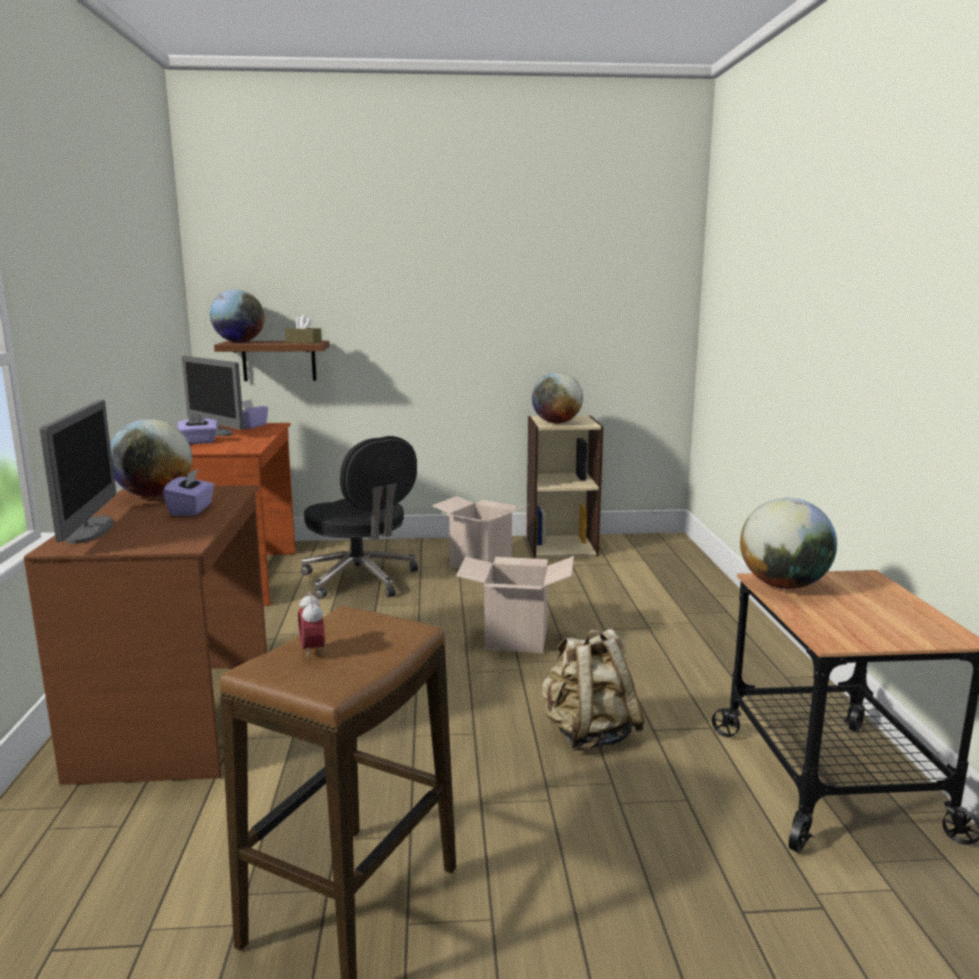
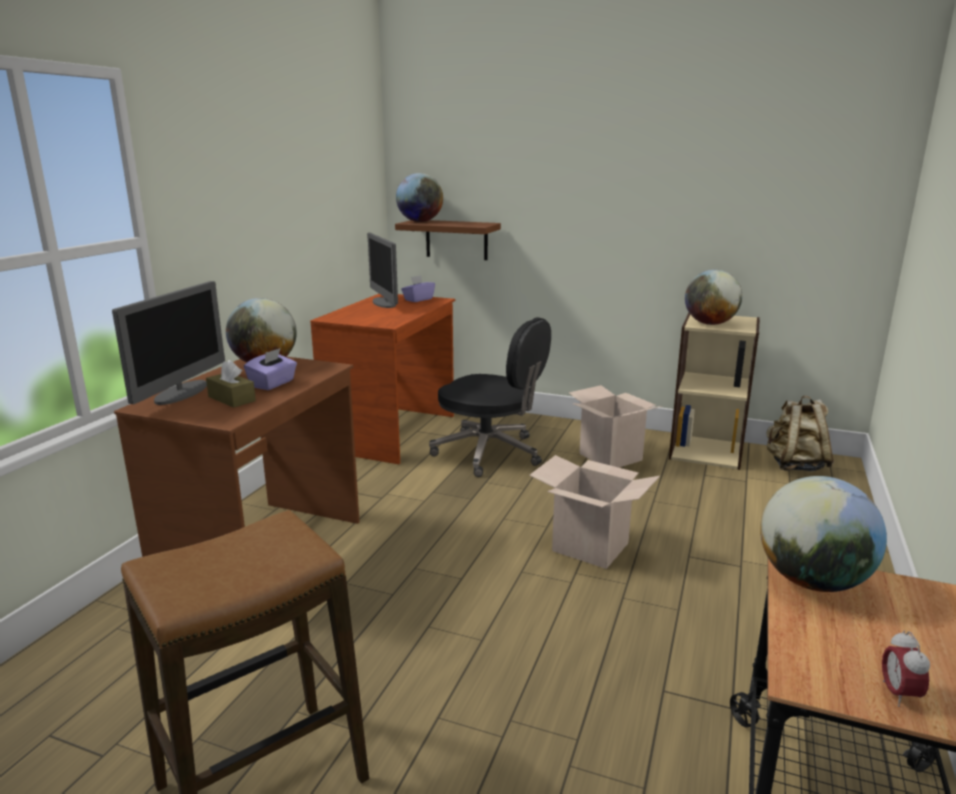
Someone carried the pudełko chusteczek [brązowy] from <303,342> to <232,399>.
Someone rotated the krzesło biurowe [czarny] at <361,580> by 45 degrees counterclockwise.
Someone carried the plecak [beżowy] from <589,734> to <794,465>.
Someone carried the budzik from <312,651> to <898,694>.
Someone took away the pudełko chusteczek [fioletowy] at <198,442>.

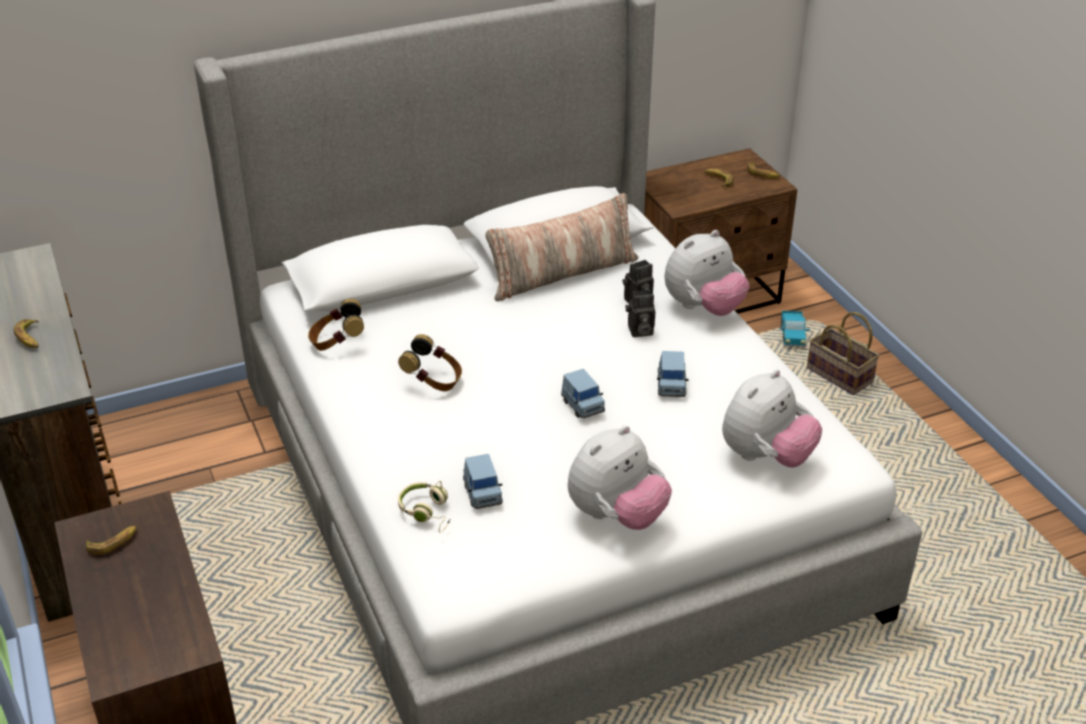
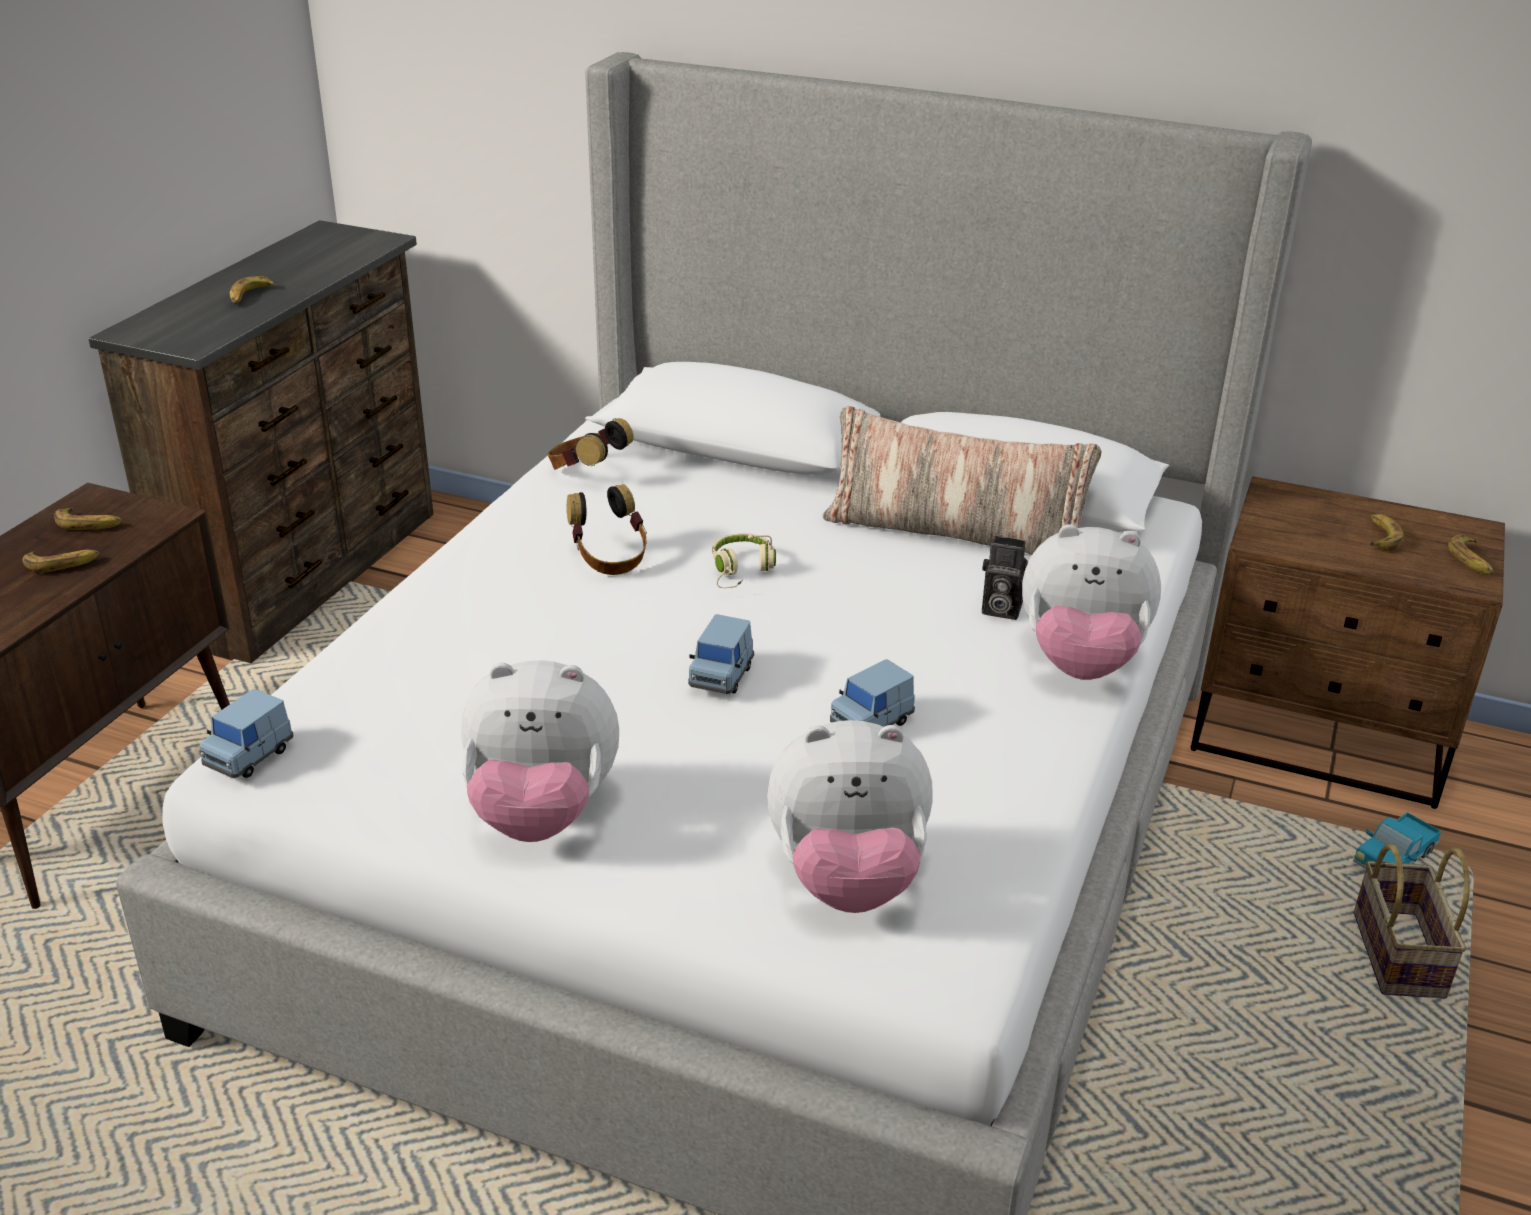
Someone put down the banan at <62,564>.
Someone carried the samochodzik [niebieski] from <483,494> to <249,756>.
Someone carried the słuchawki [beżowy] from <427,512> to <741,570>.
Someone took away the aparat fotograficzny at <639,331>.

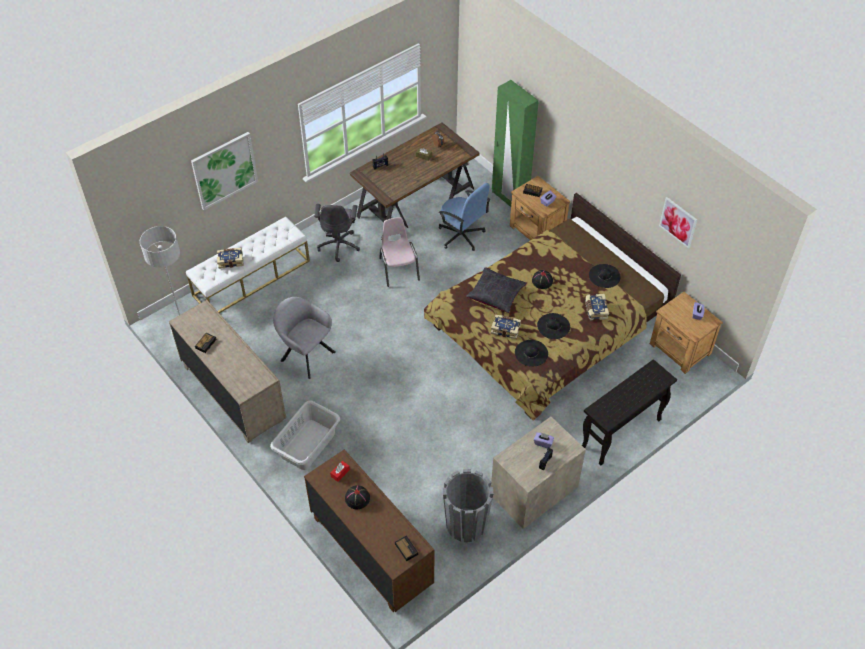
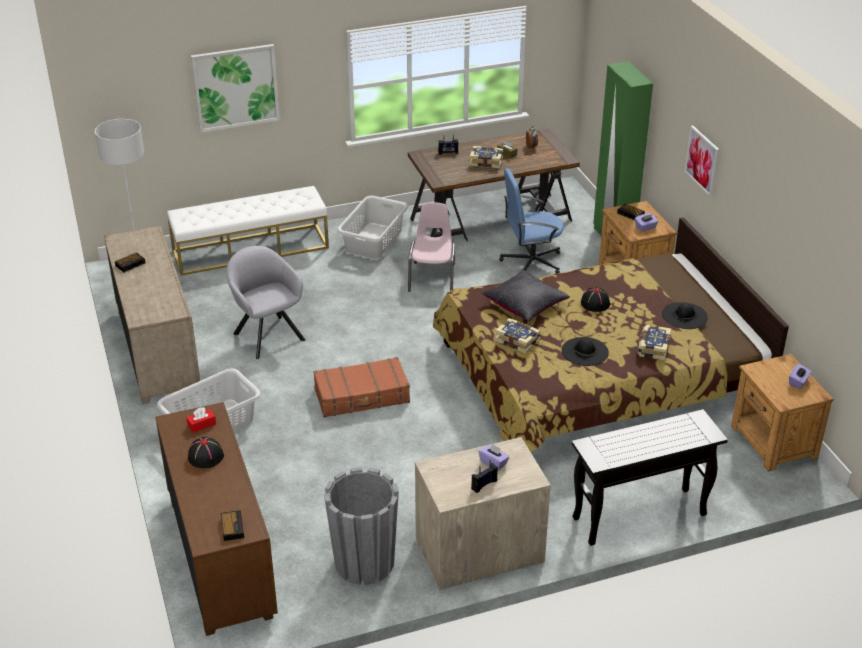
Someone put down the walizka [brązowy] at <362,396>.
Someone swapped the krzesło biurowe [szary] at <339,245> for the kosz na pranie [szary] at <373,241>.
Someone carried the książka from <230,260> to <486,162>.
Someone rotated the krzesło biurowe [niebieski] at <461,236> by 105 degrees clockwise.
Someone carried the obraz from <678,222> to <702,160>.
Someone took away the kapelusz [czarny] at <531,353>.

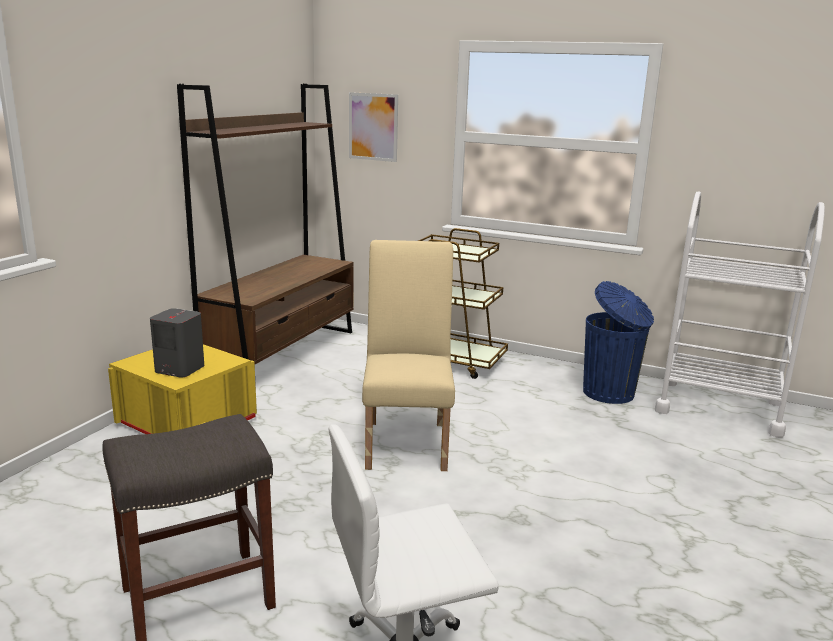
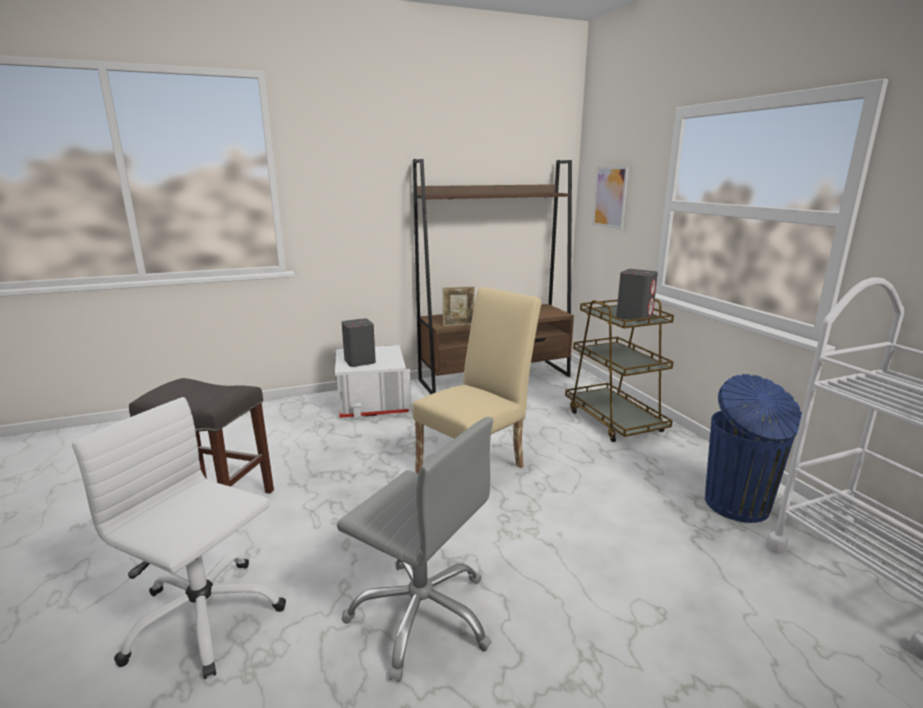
Someone repainted the pojemnik do przechowywania [żółty] at <187,422>, which became the pojemnik do przechowywania [biały] at <373,402>.
Someone put down the krzesło biurowe [szary] at <422,615>.
Someone put down the ramka na zdjęcie at <458,325>.
Someone put down the głośnik [szary] at <634,317>.

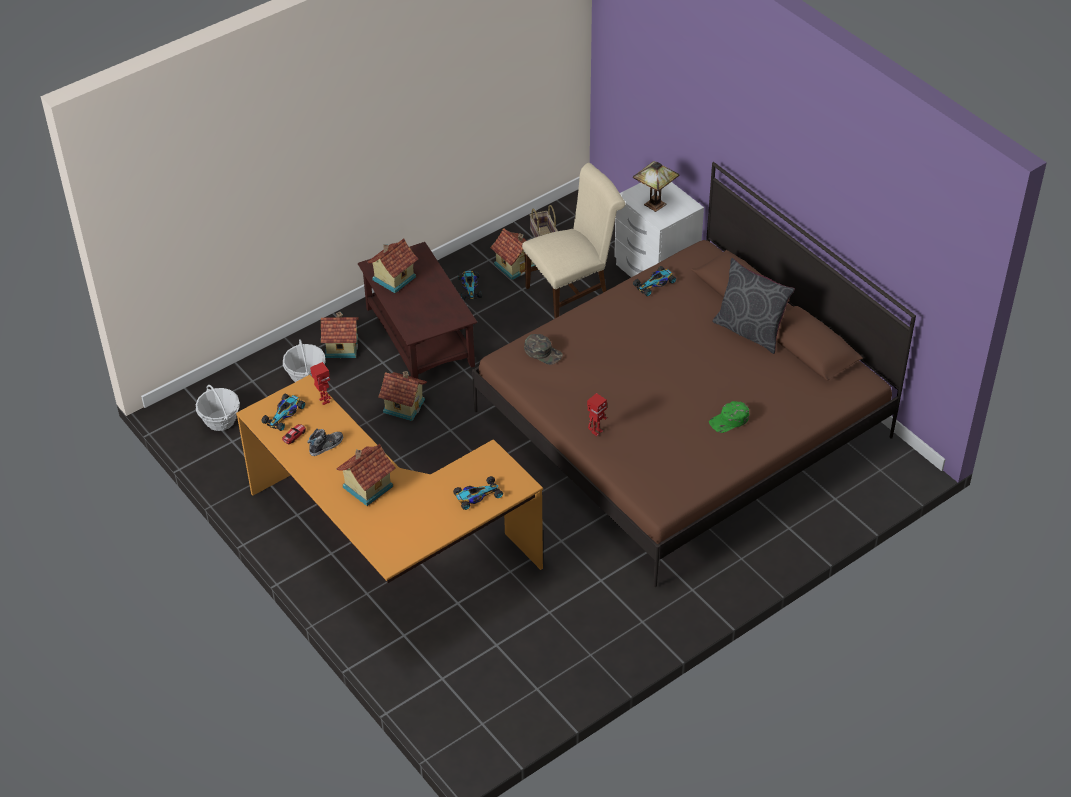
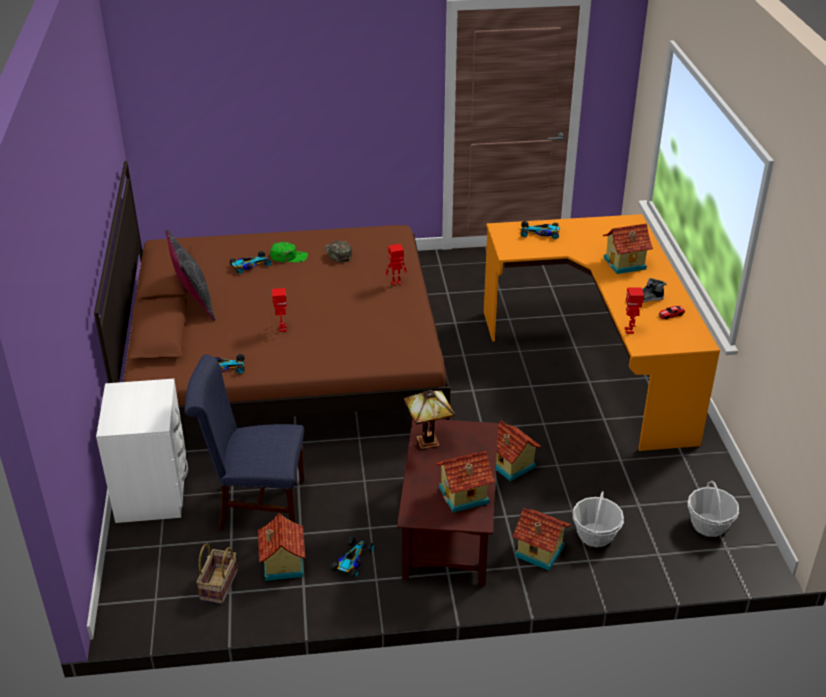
Someone repainted the krzesło [beżowy] at <573,294>, which became the krzesło [niebieski] at <255,505>.
Someone carried the samochodzik from <284,414> to <249,265>.
Someone put down the robot zabawkowy at <282,329>.
Someone carried the czapka z daszkiem [zielony] from <543,352> to <338,253>.
Someone carried the lampa stołowa from <655,206> to <429,441>.

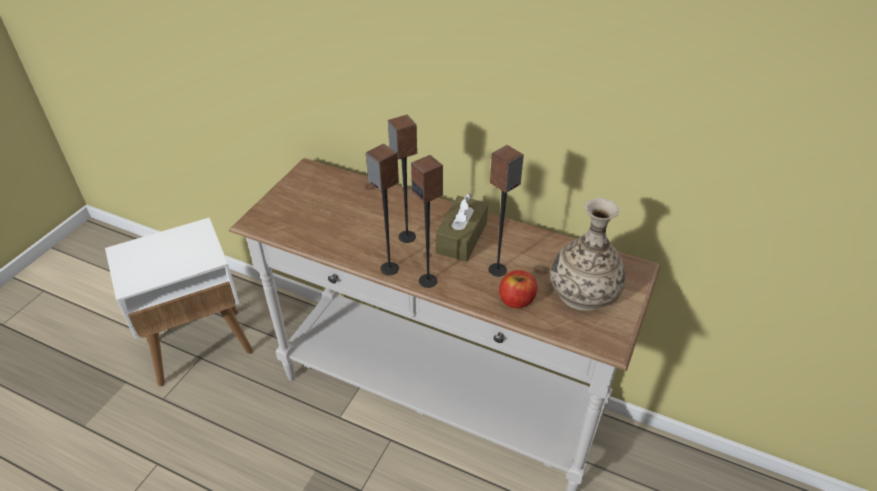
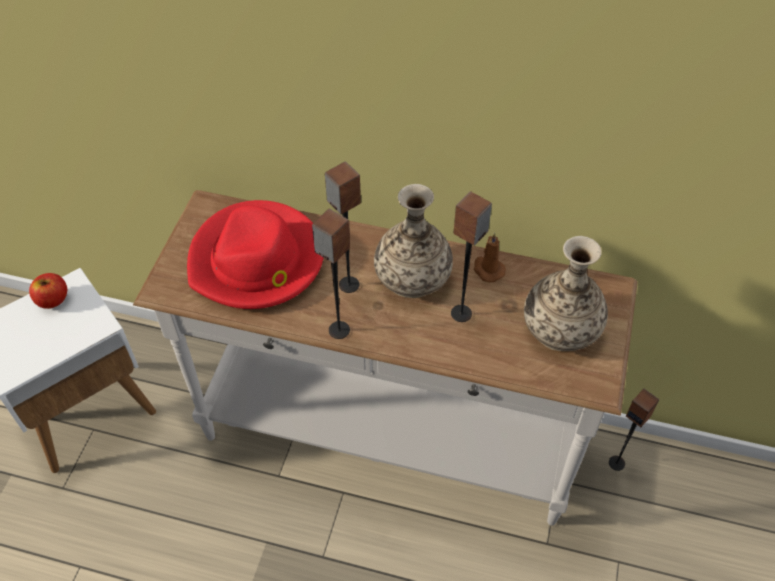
Someone carried the jabłko from <516,300> to <53,299>.
Someone put down the kapelusz [czerwony] at <257,260>.
Someone swapped the pudełko chusteczek [brązowy] at <461,238> for the wazon at <412,277>.
Someone put down the świeca [brązowy] at <488,269>.
Someone carried the głośnik from <428,280> to <617,463>.

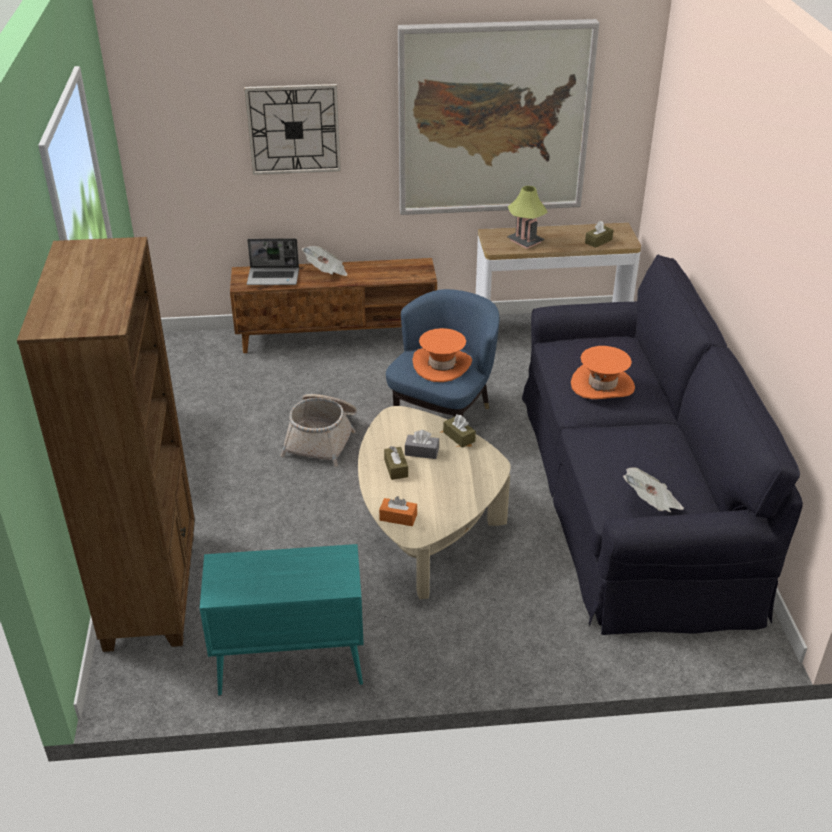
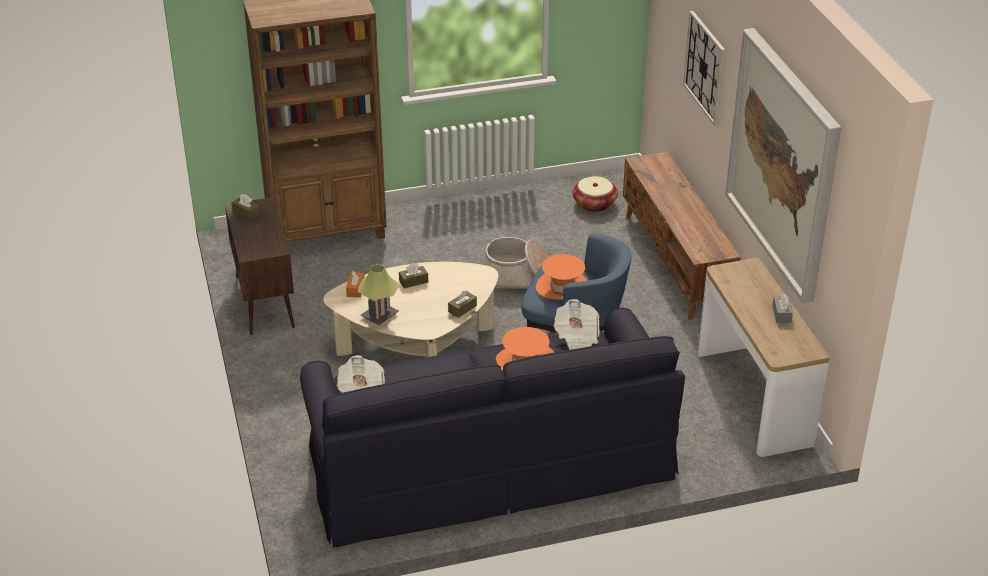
Someone repainted the szafka [turkusowy] at <289,665>, which became the szafka [brązowy] at <264,301>.
Someone carried the pudełko chusteczek [brązowy] from <598,241> to <246,213>.
Someone carried the lampa stołowa from <525,241> to <379,316>.
Someone carried the gazeta from <326,272> to <576,336>.
Someone put down the koszyk at <594,204>.
Someone carried the pudełko chusteczek [szary] from <421,452> to <781,314>.
Someone took away the laptop at <274,277>.

